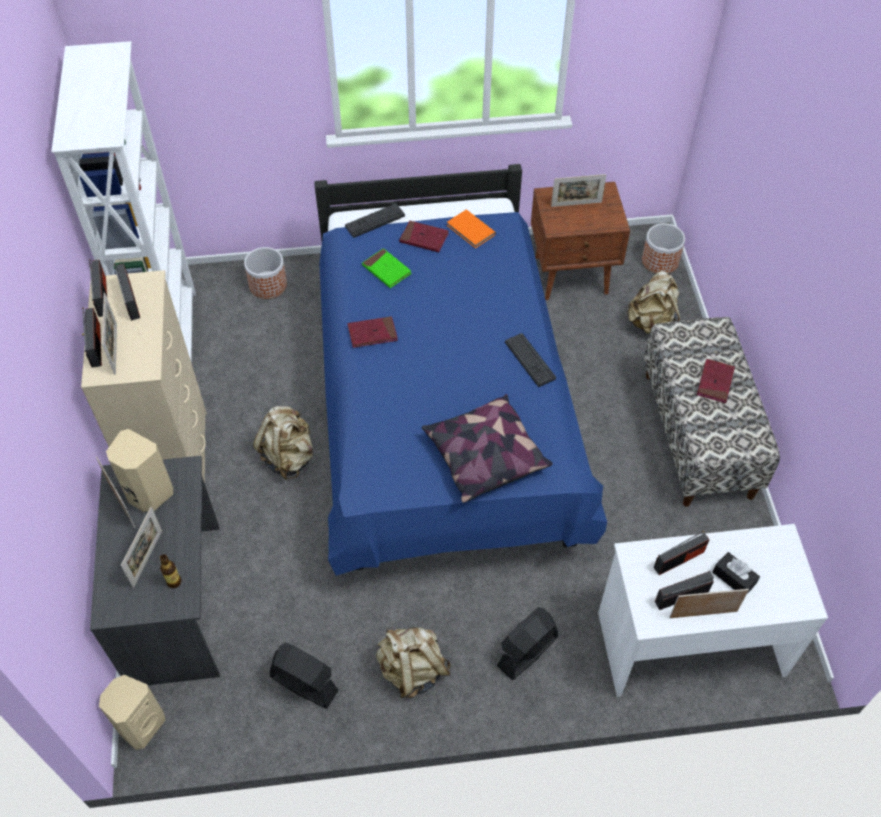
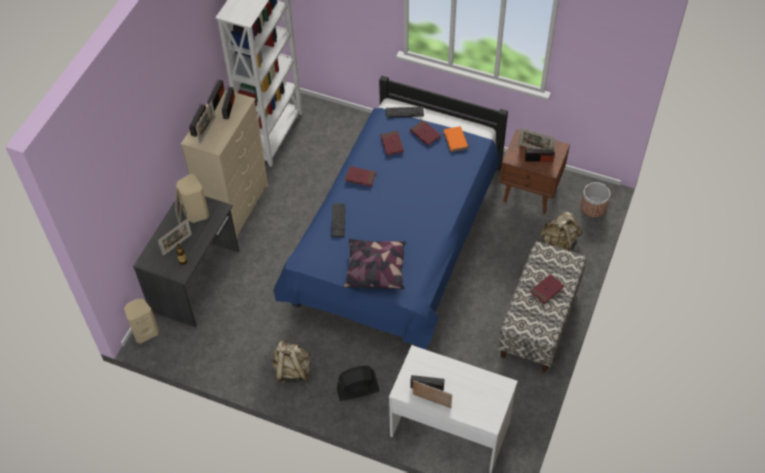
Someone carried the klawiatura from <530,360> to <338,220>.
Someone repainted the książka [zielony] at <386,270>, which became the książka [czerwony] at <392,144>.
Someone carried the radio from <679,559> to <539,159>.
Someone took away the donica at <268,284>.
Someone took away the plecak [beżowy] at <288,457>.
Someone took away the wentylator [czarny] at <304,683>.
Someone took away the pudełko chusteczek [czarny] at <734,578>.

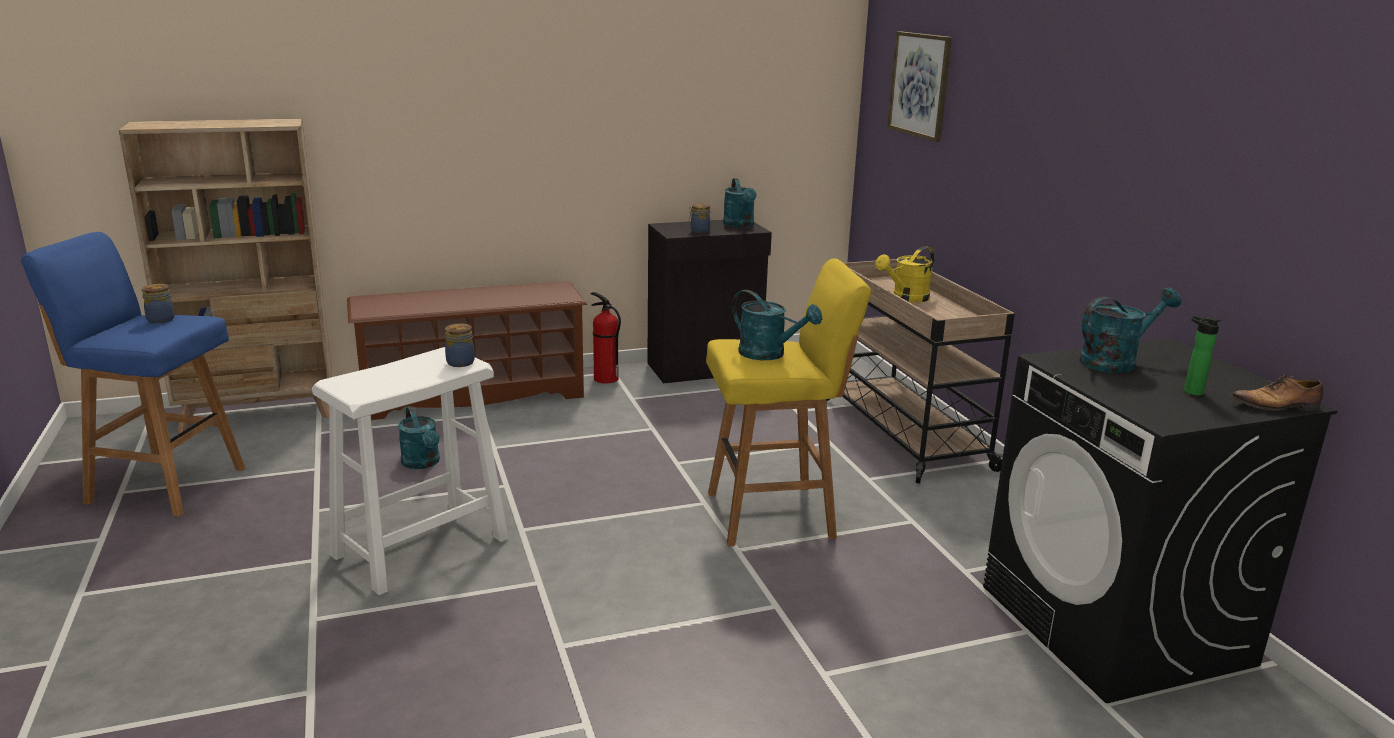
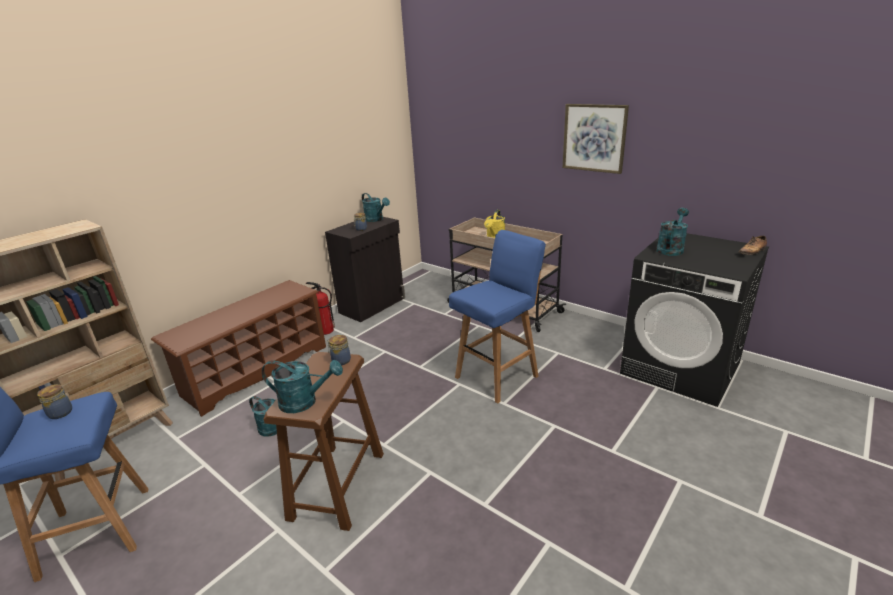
Someone carried the konewka [turkusowy] from <769,354> to <305,402>.
Someone repainted the stołek [biały] at <421,547>, which became the stołek [brązowy] at <338,484>.
Someone repainted the stołek [żółty] at <774,515>, which became the stołek [niebieski] at <498,376>.
Someone carried the obraz from <920,85> to <594,138>.
Someone took away the butelka at <1190,391>.

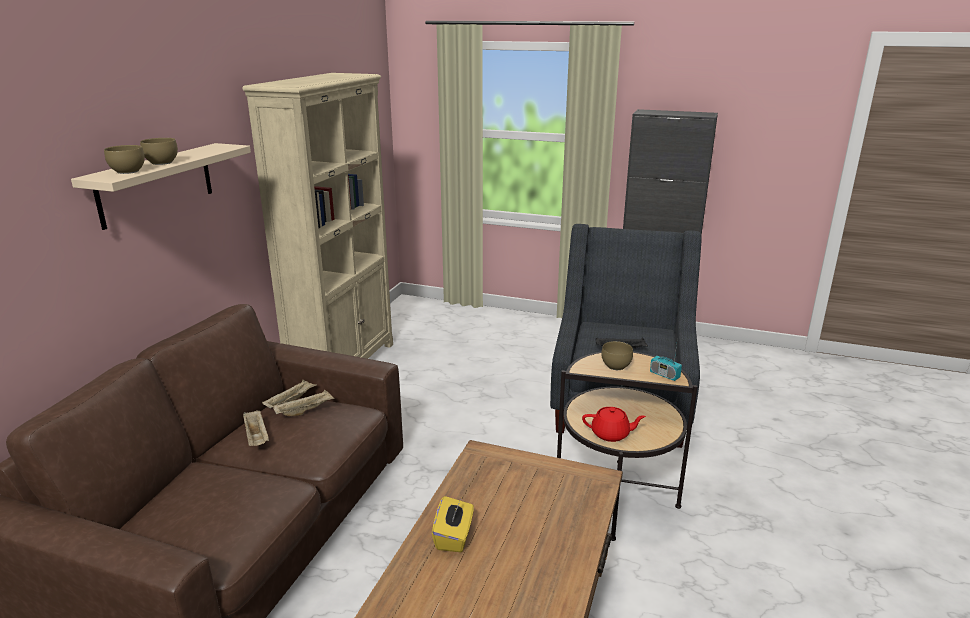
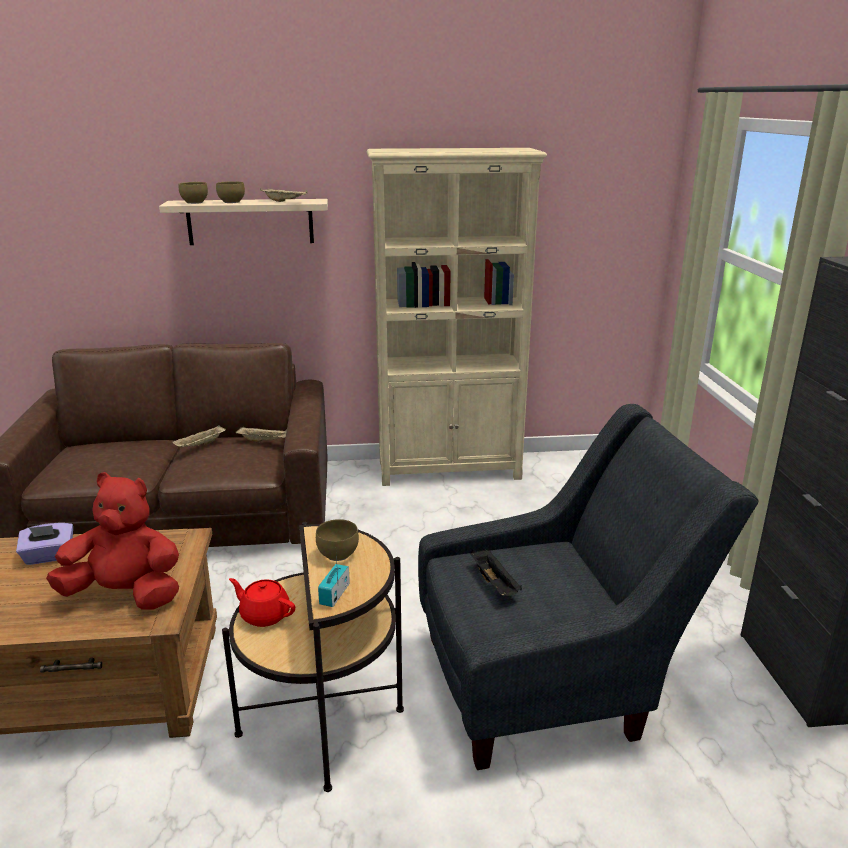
Someone repainted the pudełko chusteczek [żółty] at <454,537>, which became the pudełko chusteczek [fioletowy] at <49,556>.
Someone put down the pluszak [czerwony] at <126,594>.
Someone rotated the imbryk [czerwony] at <611,434> by 135 degrees clockwise.
Someone carried the taca [beżowy] from <305,411> to <285,201>.

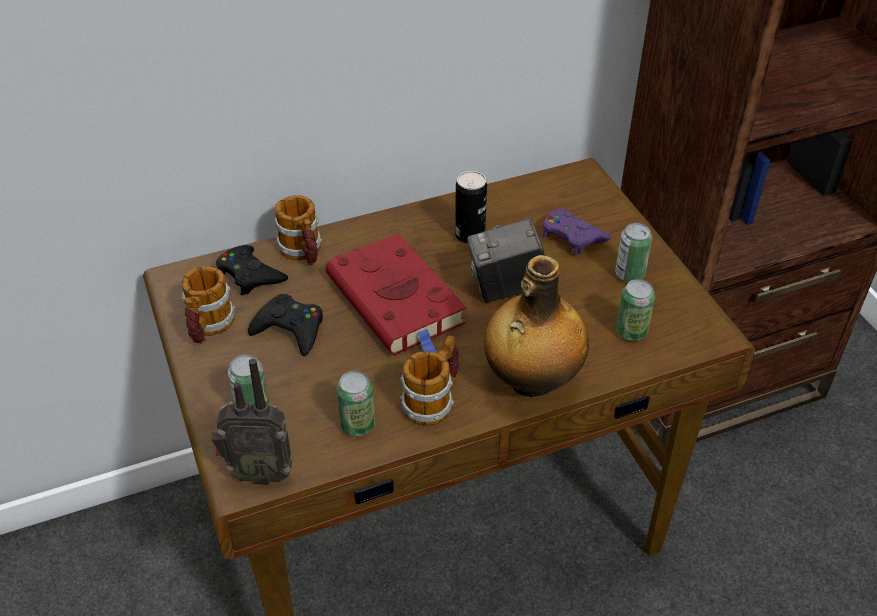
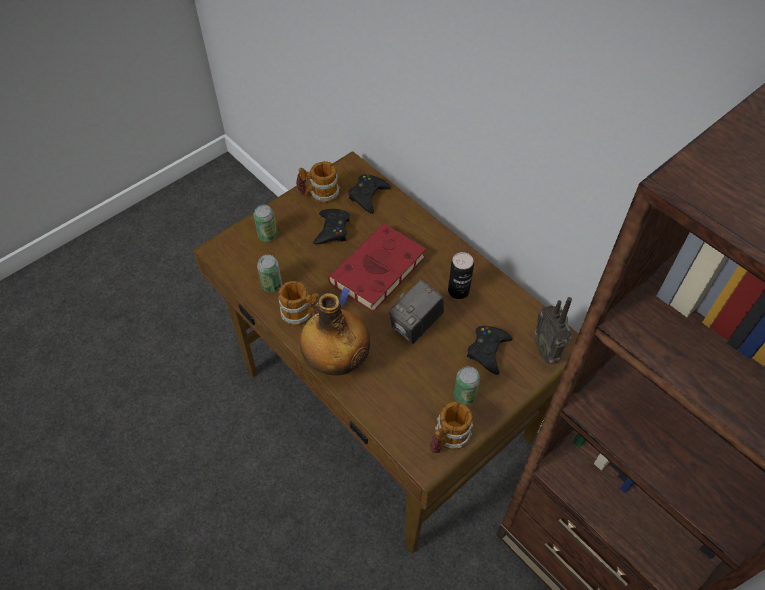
Someone rotated the aparat fotograficzny at <507,288> by 105 degrees counterclockwise.
Someone carried the kubek from <303,252> to <447,439>.
Someone repainted the pad do gier [fioletowy] at <572,236>, which became the pad do gier [czarny] at <488,351>.
Someone carried the radio from <260,472> to <547,350>.
Someone took away the puszka at <631,331>.

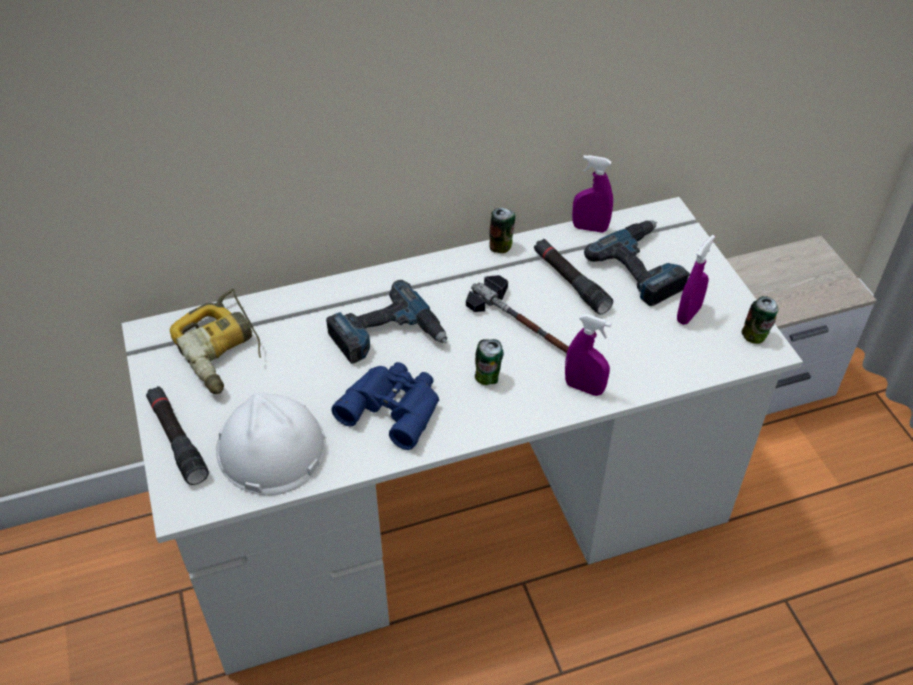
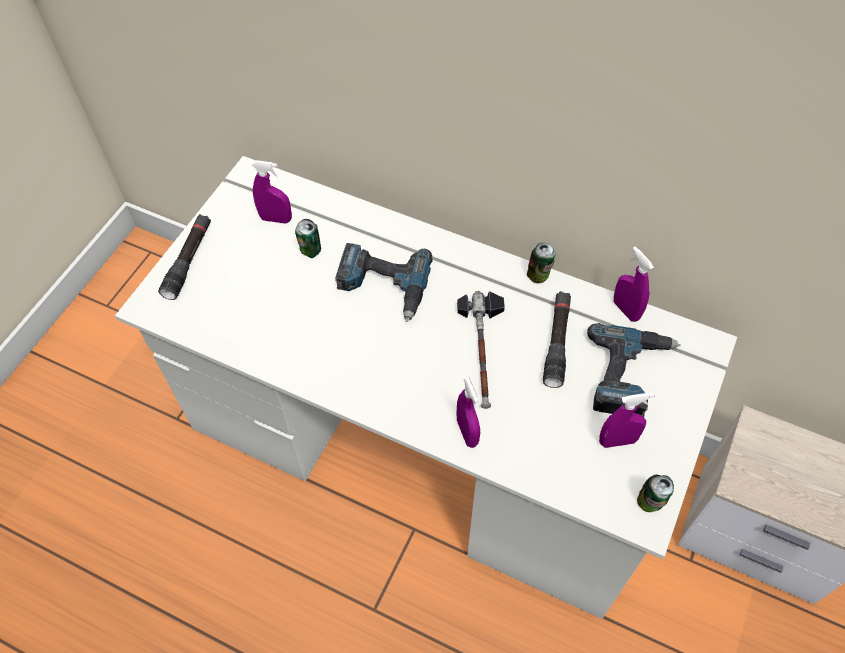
Someone swapped the wiertarka at <223,350> for the spryskiwacz [fioletowy] at <276,219>.
Someone carried the puszka from <488,378> to <310,251>.
Someone took away the kask [biały] at <271,448>.
Someone took away the lornetka [niebieski] at <393,406>.

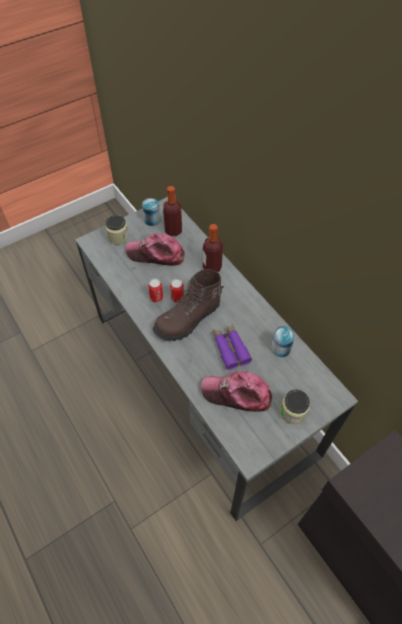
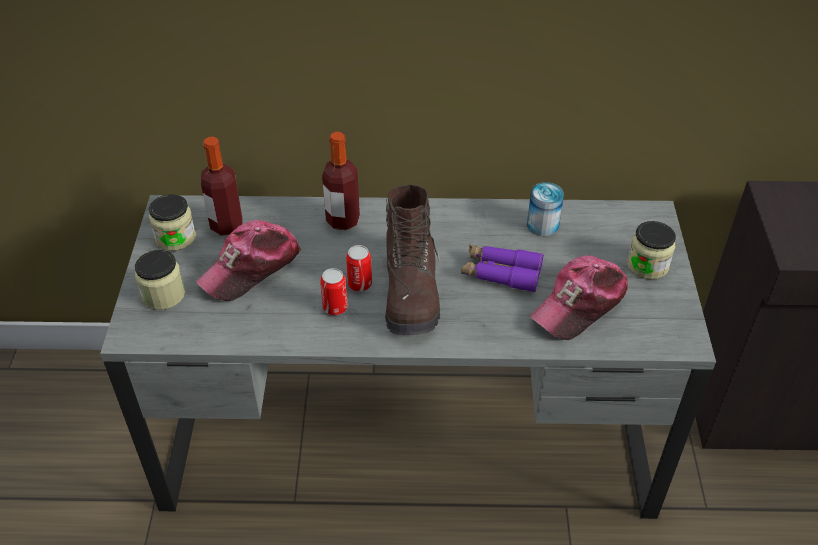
Someone swapped the puszka at <152,220> for the słoik at <175,237>.

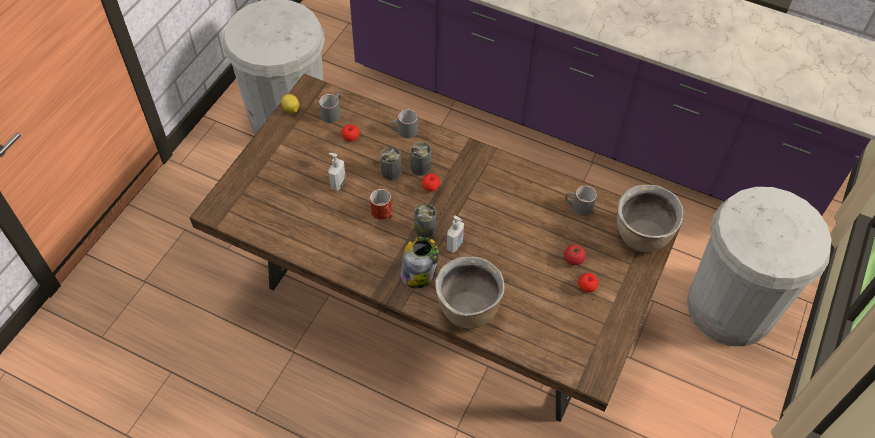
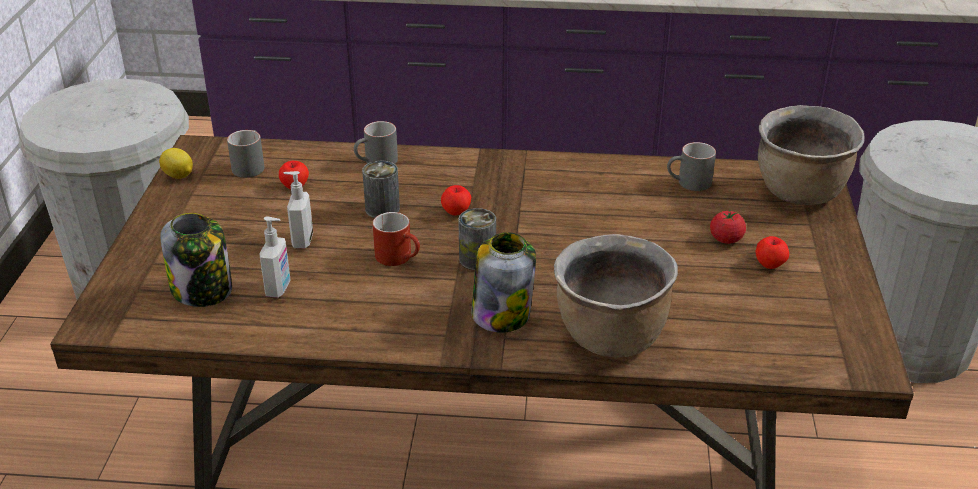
Someone put down the słoik at <203,290>.
Someone carried the dozownik mydła from <455,245> to <279,288>.
Someone took away the puszka at <420,167>.

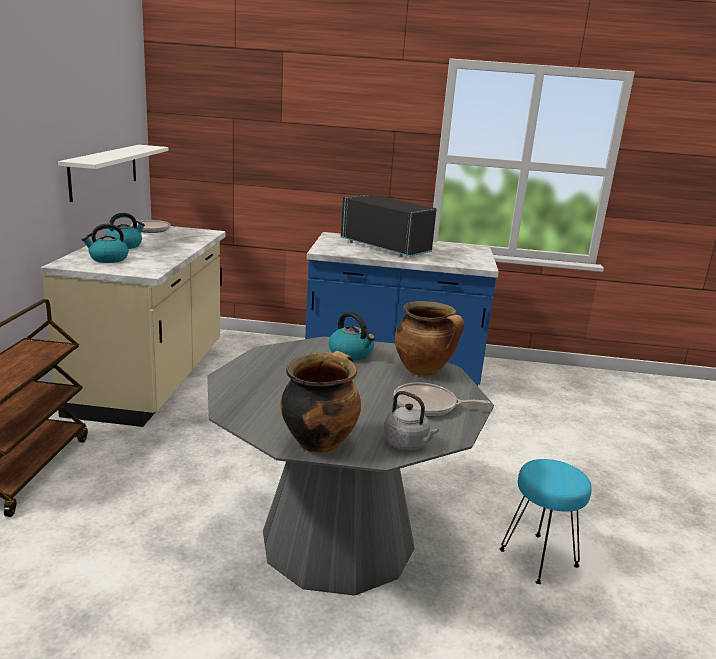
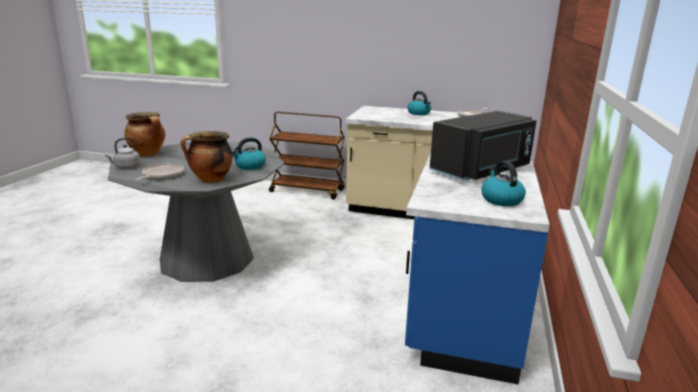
Someone carried the czajnik from <108,259> to <501,200>.
Someone took away the półka [biały] at <104,171>.
Someone took away the stołek [turkusowy] at <539,559>.

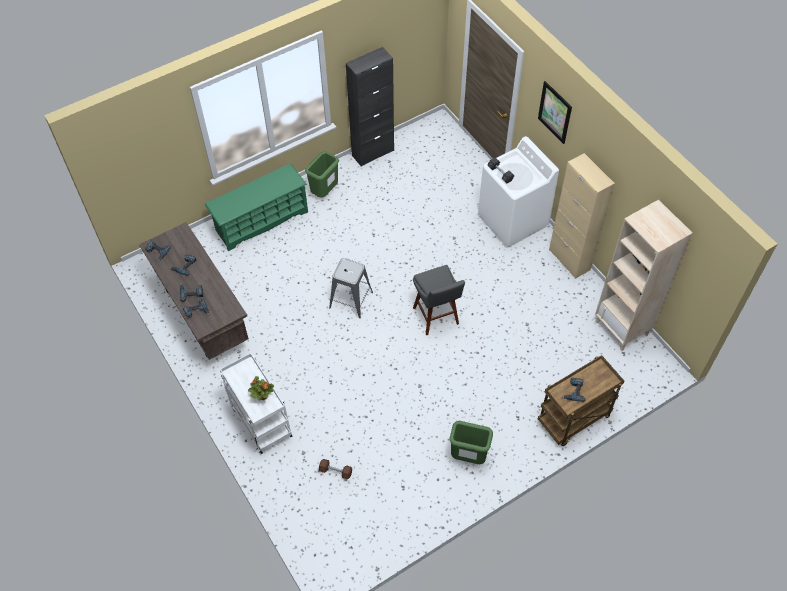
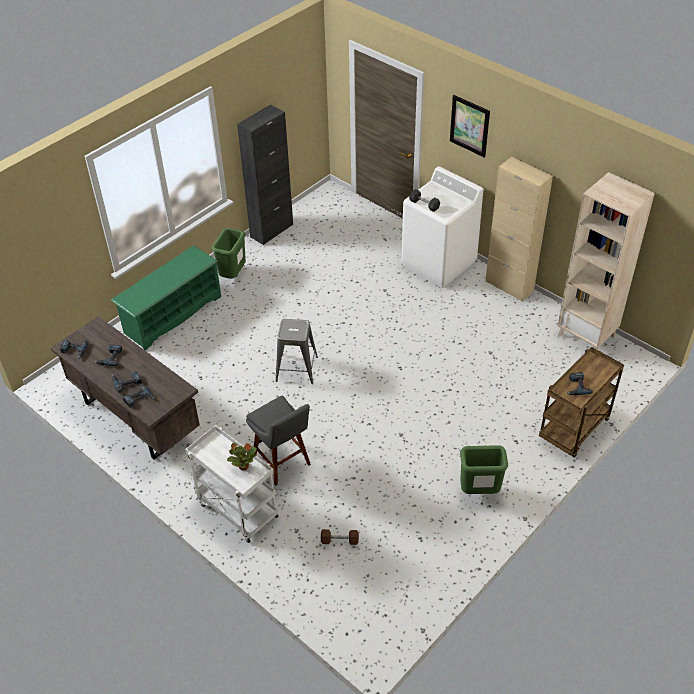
Someone carried the stołek [szary] from <436,318> to <283,463>.

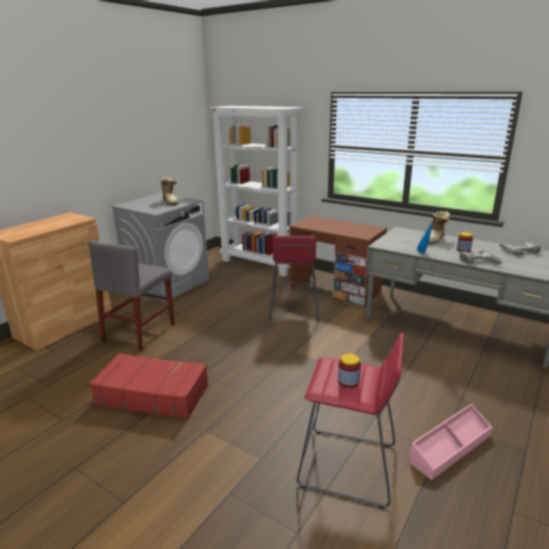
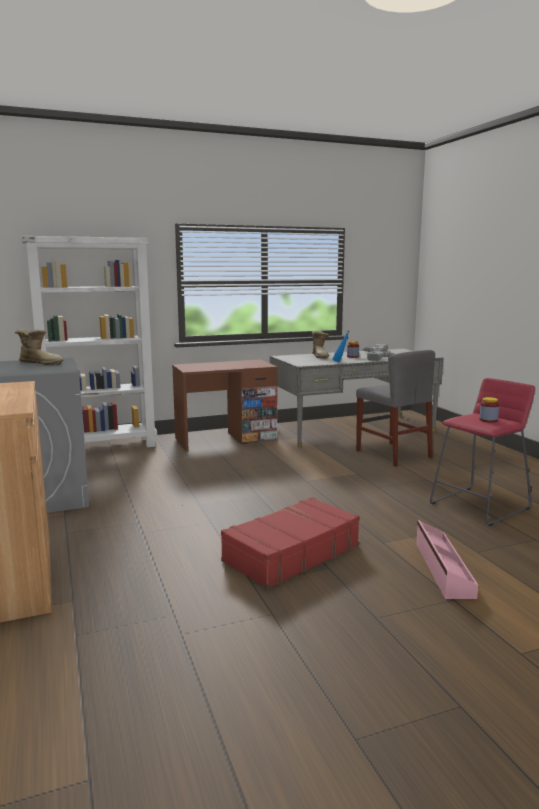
Someone carried the krzesło [szary] from <139,332> to <393,454>.
Someone carried the pojemnik do przechowywania [różowy] from <449,448> to <442,569>.
Someone took away the stołek [czerwony] at <294,309>.

